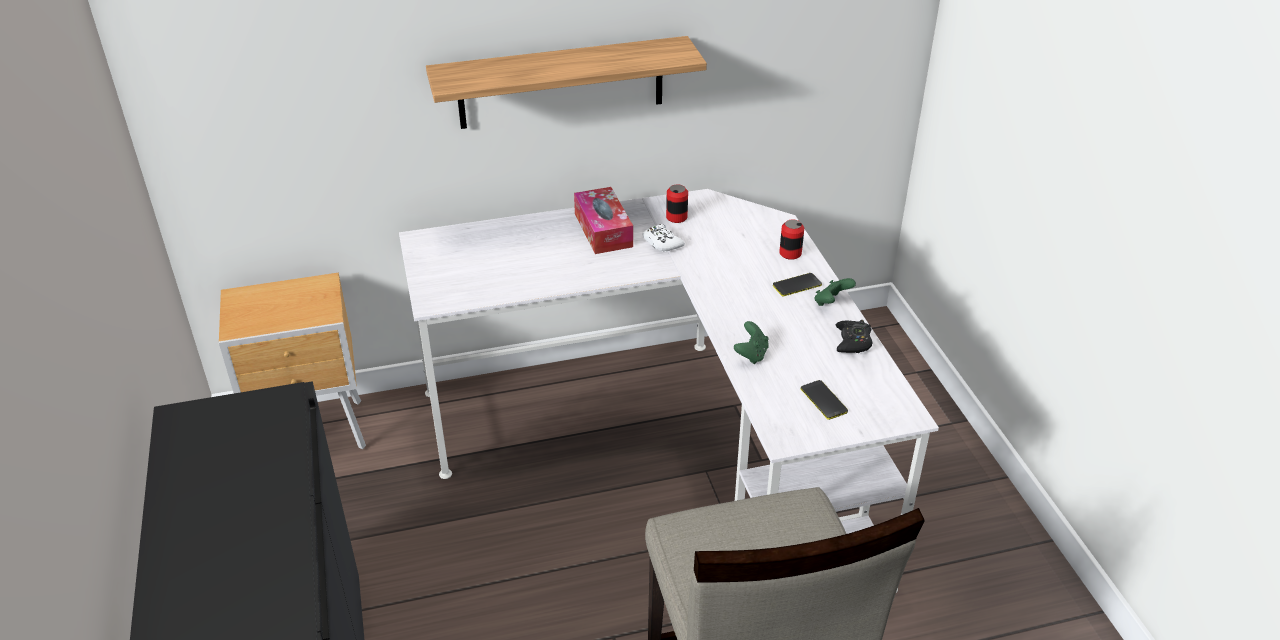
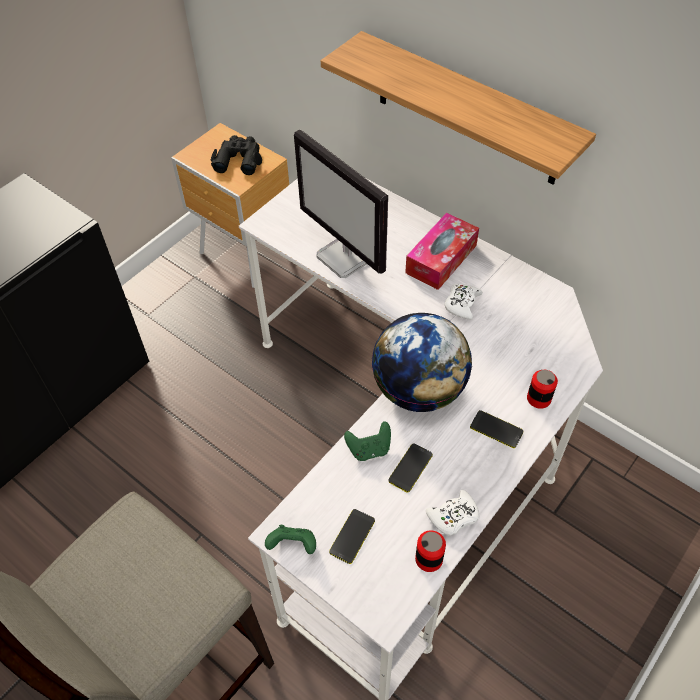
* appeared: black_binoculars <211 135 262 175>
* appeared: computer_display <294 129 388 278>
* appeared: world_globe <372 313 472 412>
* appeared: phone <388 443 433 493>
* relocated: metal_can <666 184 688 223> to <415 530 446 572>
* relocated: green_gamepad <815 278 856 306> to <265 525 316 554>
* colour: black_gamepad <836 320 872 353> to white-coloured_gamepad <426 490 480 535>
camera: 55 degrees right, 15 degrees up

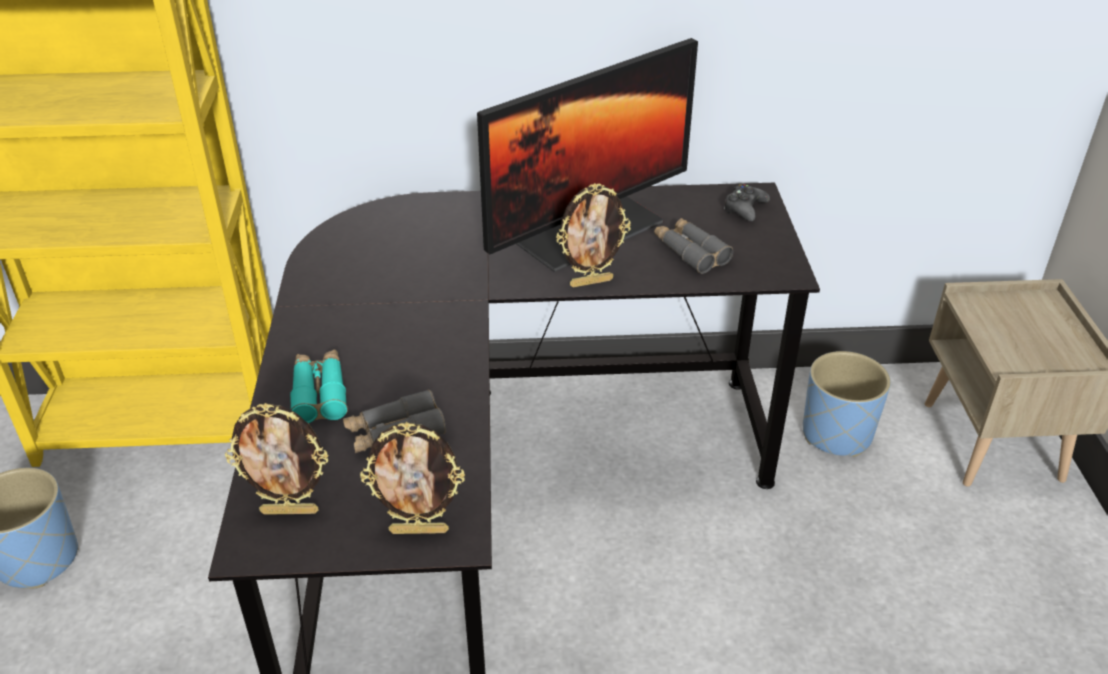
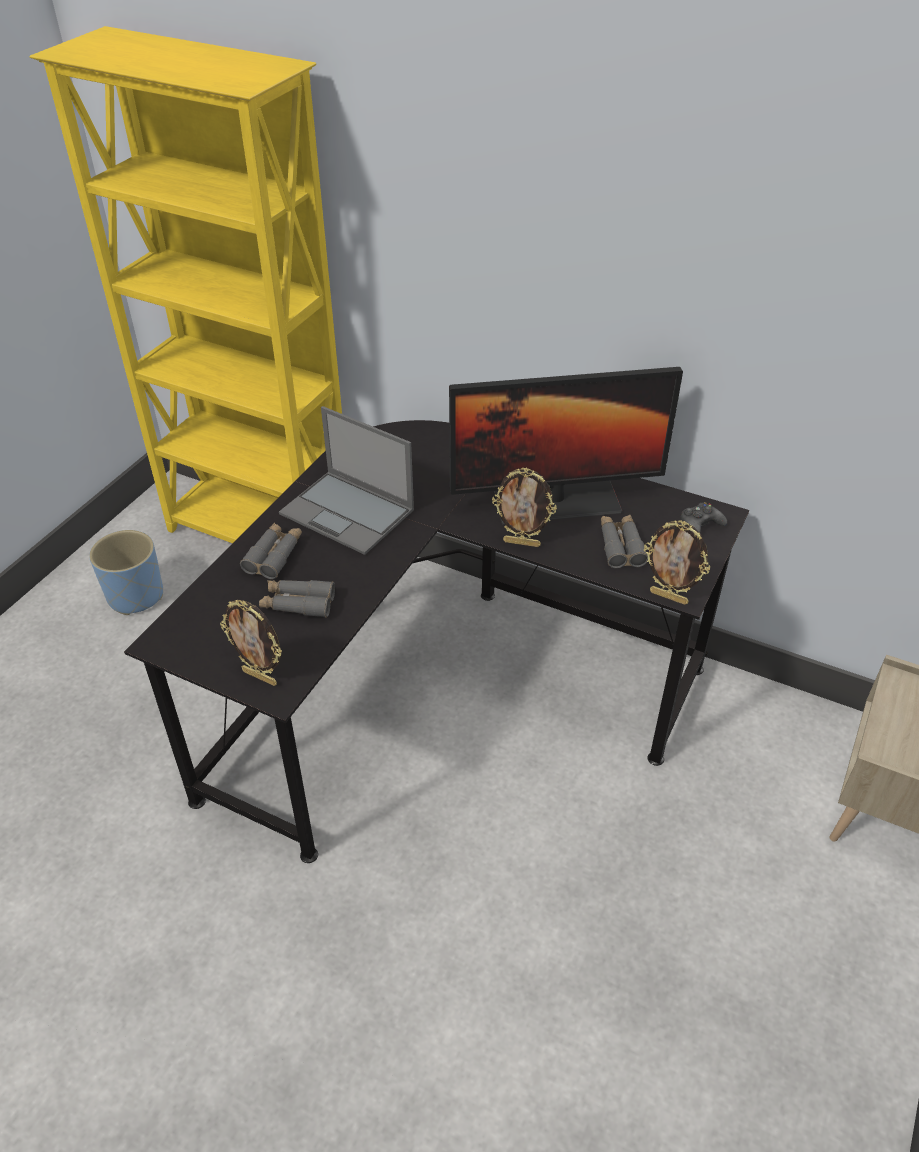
* missing: blue-coloured_planter <803 351 891 457>
* appeared: portable_computer <279 406 414 555>
* relocated: picture_frame <225 403 328 515> to <644 520 710 605>
* colour: turquoise_binoculars <290 350 348 423> to grey_binoculars <240 523 302 579>
camera: 30 degrees right, 5 degrees up

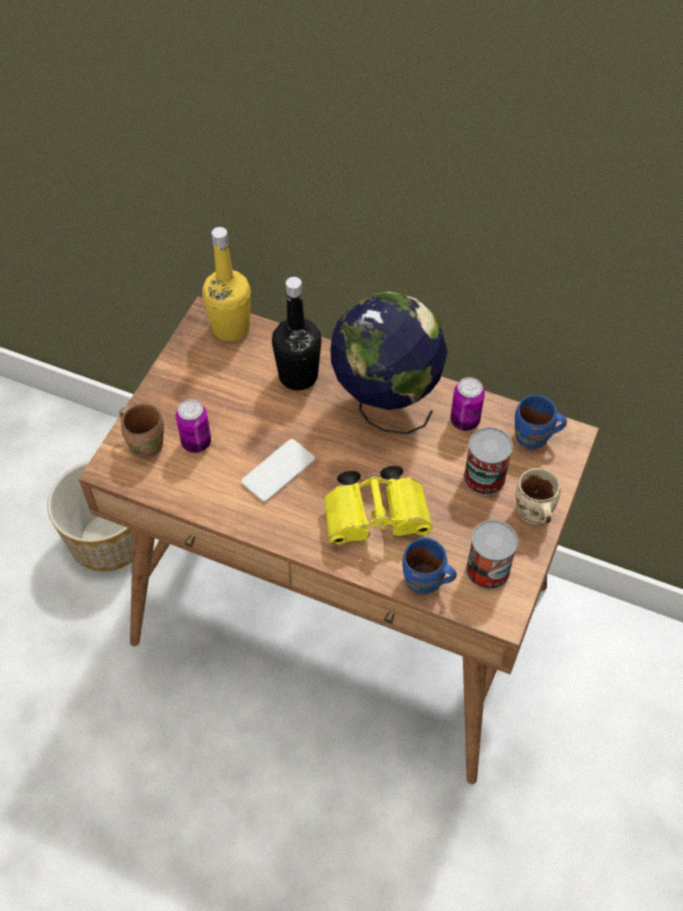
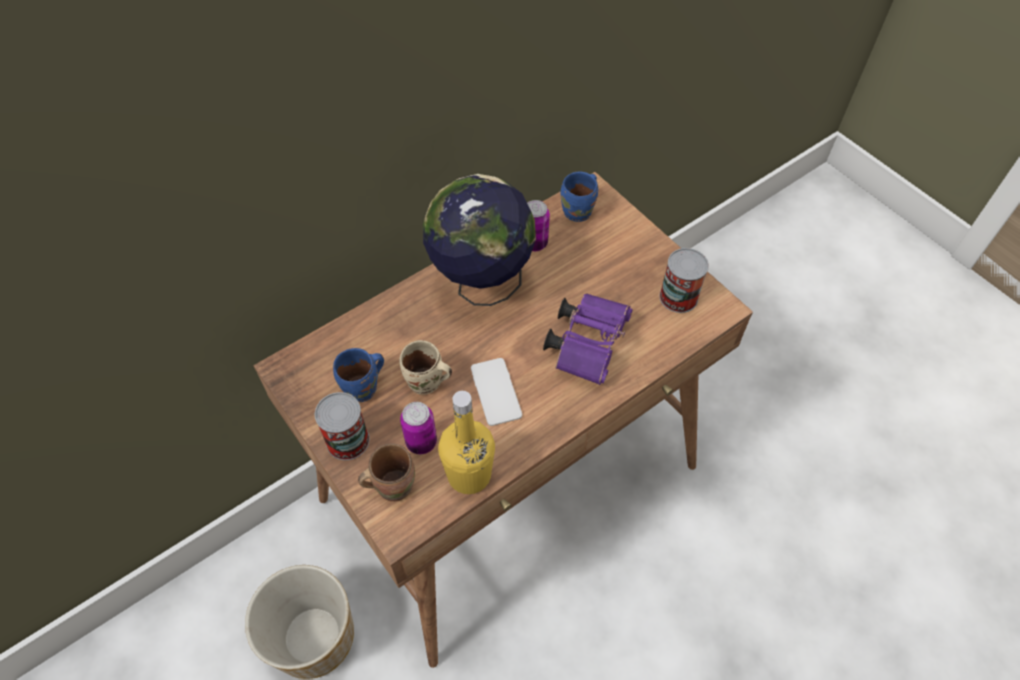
* missing: black_bottle <272 277 321 391>
* relocated: yellow_bottle <202 227 251 342> to <438 391 495 494>
* relocated: blue-coloured_tea_mug <402 538 457 595> to <333 348 384 402>
* relocated: metal_can <464 427 513 495> to <315 392 369 460>
* relocated: beige_tea_mug <515 468 561 524> to <399 340 452 395>
* colour: yellow_binoculars <324 466 433 546> to purple_binoculars <543 293 633 385>
camera: 60 degrees left, 0 degrees up

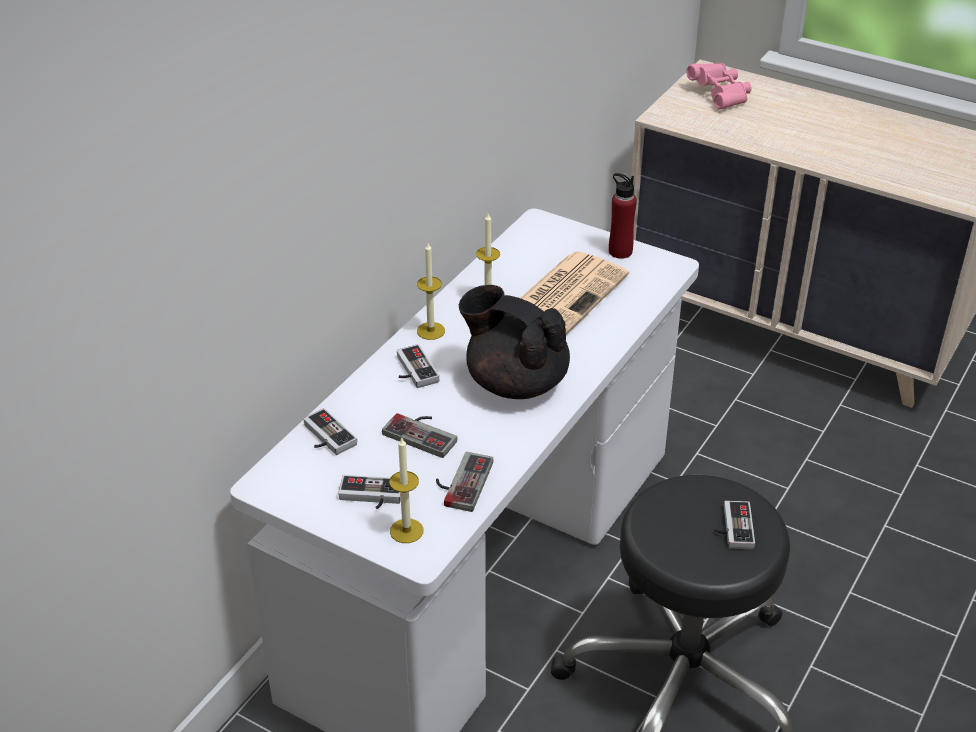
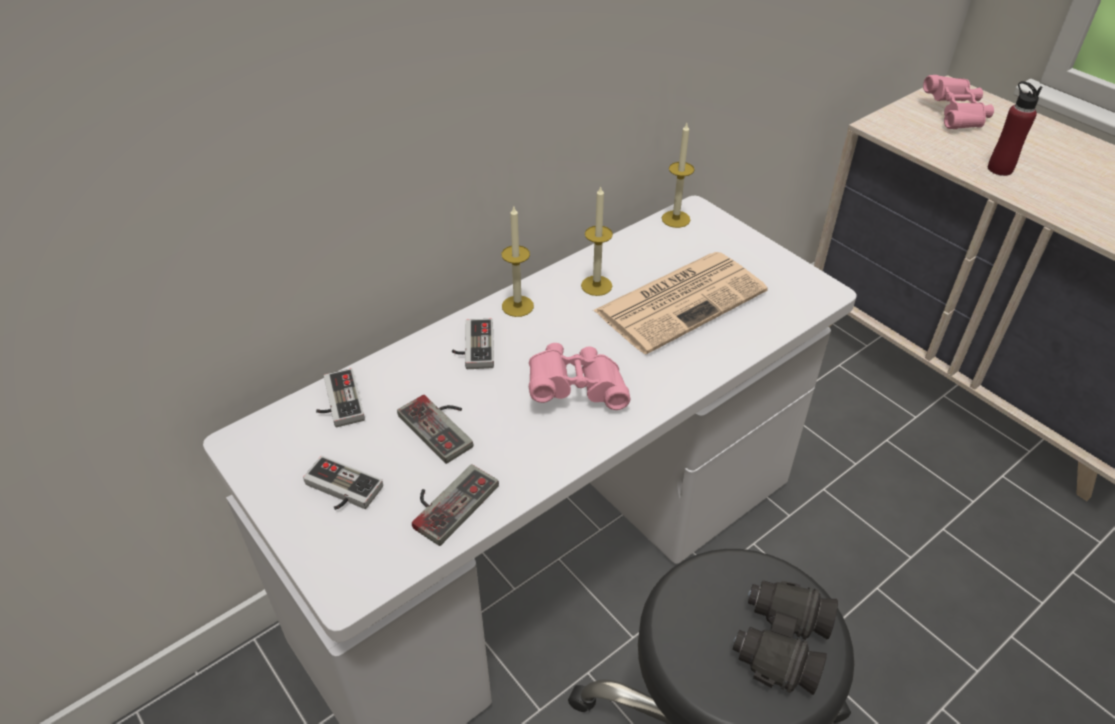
* relocated: candle <389 436 424 543> to <662 123 694 228>
* relocated: red_bottle <609 173 637 259> to <988 81 1042 176>
* exchanged: black_teapot <459 285 570 399> to pinkish_binoculars <529 343 630 410>
* exchanged: gamepad <714 501 755 549> to black_binoculars <733 580 838 695>
camera: 20 degrees right, 5 degrees up

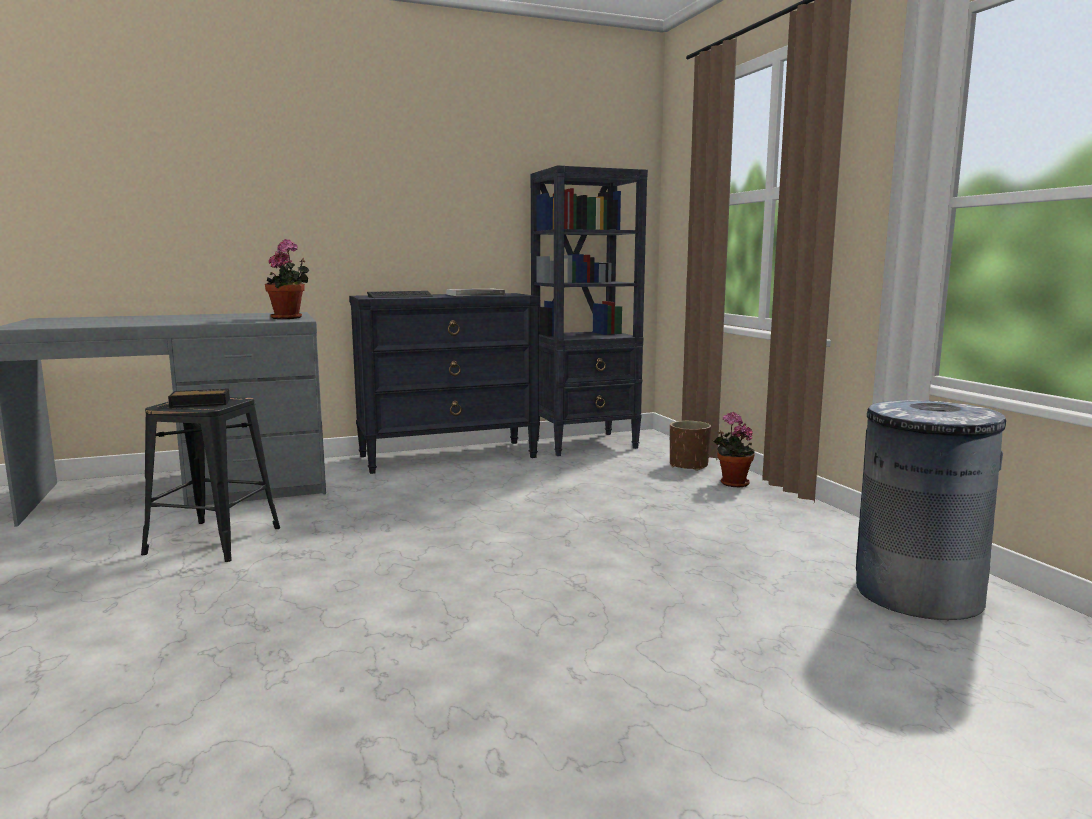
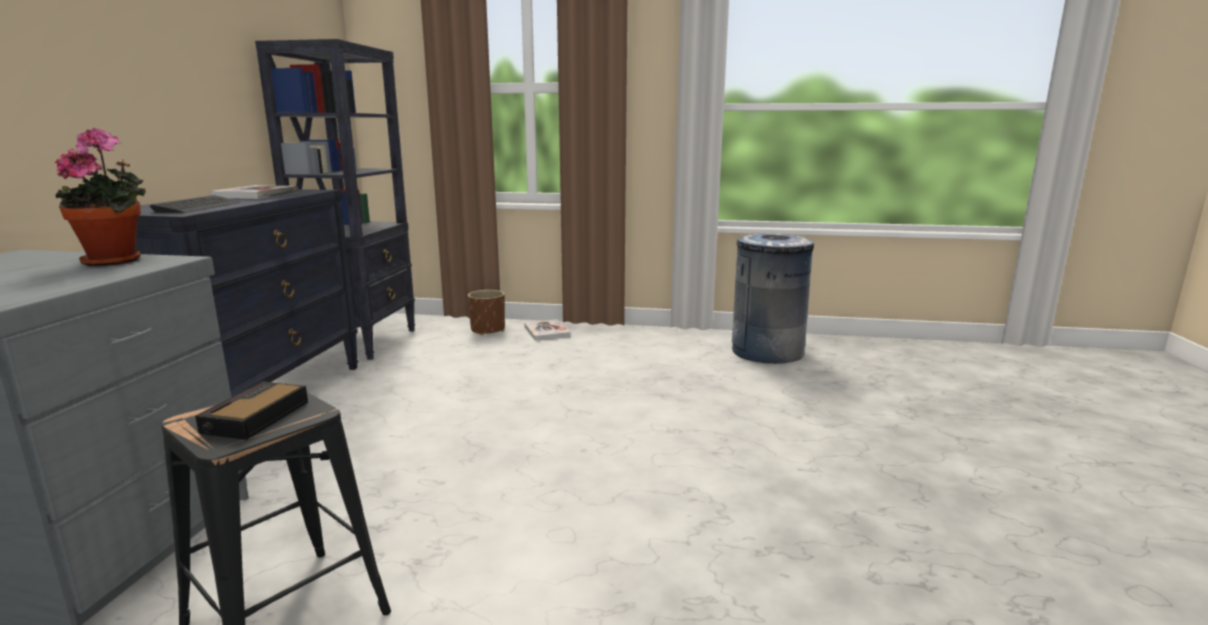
* exchanged: houseplant <713 412 755 487> to book <524 319 570 341>
camera: 60 degrees left, 5 degrees up

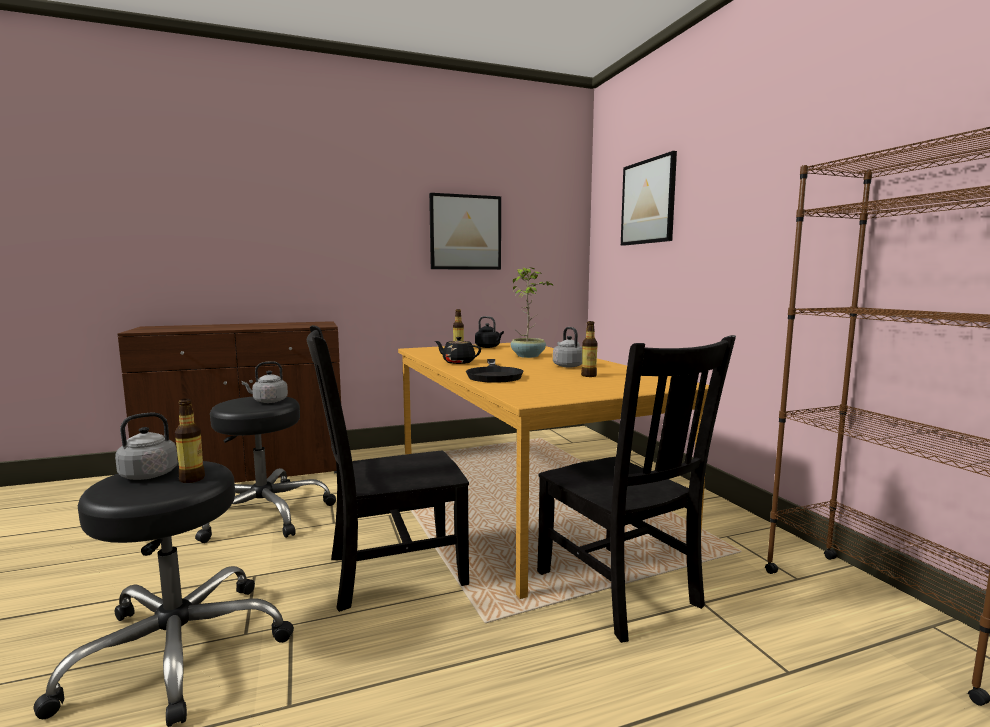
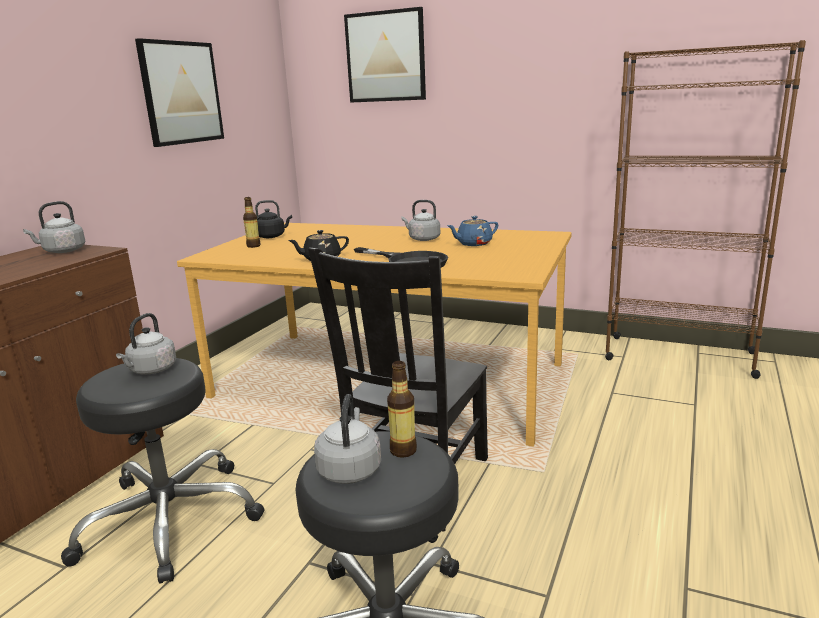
* missing: houseplant <511 267 554 358>
* missing: black_chair <537 335 736 643>
* appeared: grey_water_kettle <23 201 85 253>
* exchanged: bottle <581 321 598 377> to blue-coloured_teapot <447 216 498 246>
camera: 45 degrees left, 10 degrees up

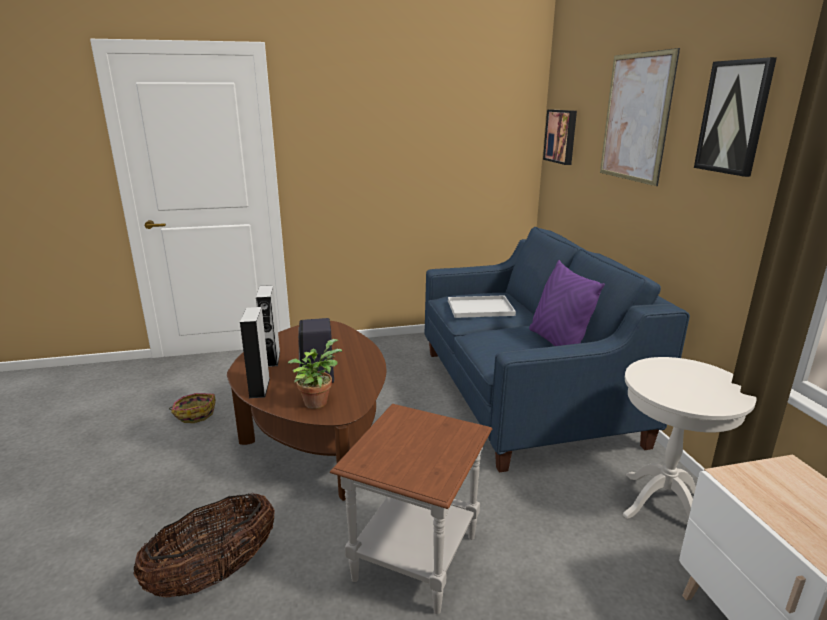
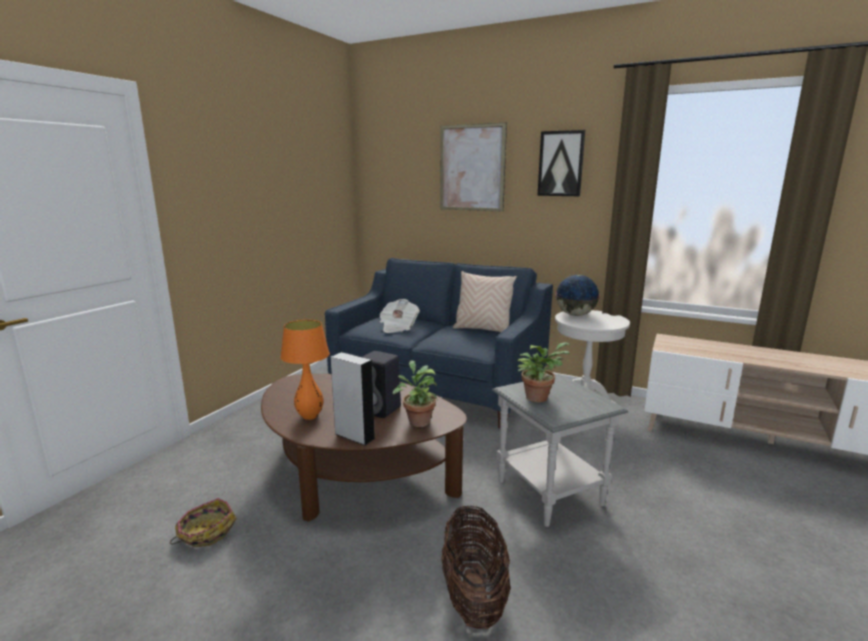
* missing: picture <543 109 577 165>
* appeared: houseplant <518 342 570 402>
* appeared: world_globe <555 275 600 316>
* exchanged: grey_speaker <256 285 280 367> to orangey_lamp_for_a_table <280 320 330 420>
* exchanged: white-coloured_serving_tray <448 295 516 318> to printed_paper <379 299 419 333>
* colour: brownish_end_table <330 404 492 614> to grey_end_table <492 374 628 527>
* colour: purple_throw_pillow <529 260 605 346> to beige_throw_pillow <453 271 517 332>
camera: 50 degrees left, 5 degrees down

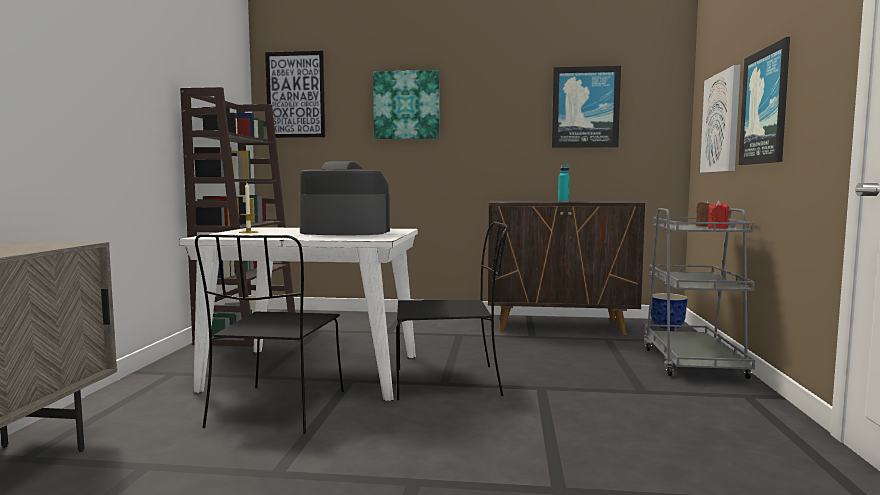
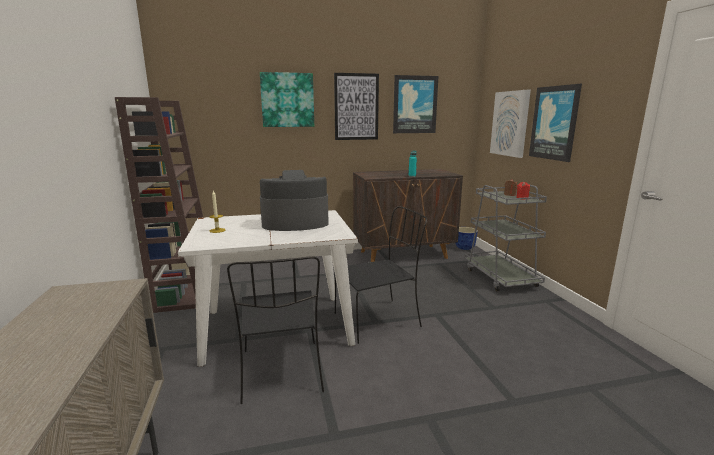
* relocated: picture <265 51 325 138> to <334 73 379 140>
camera: 20 degrees left, 10 degrees up

